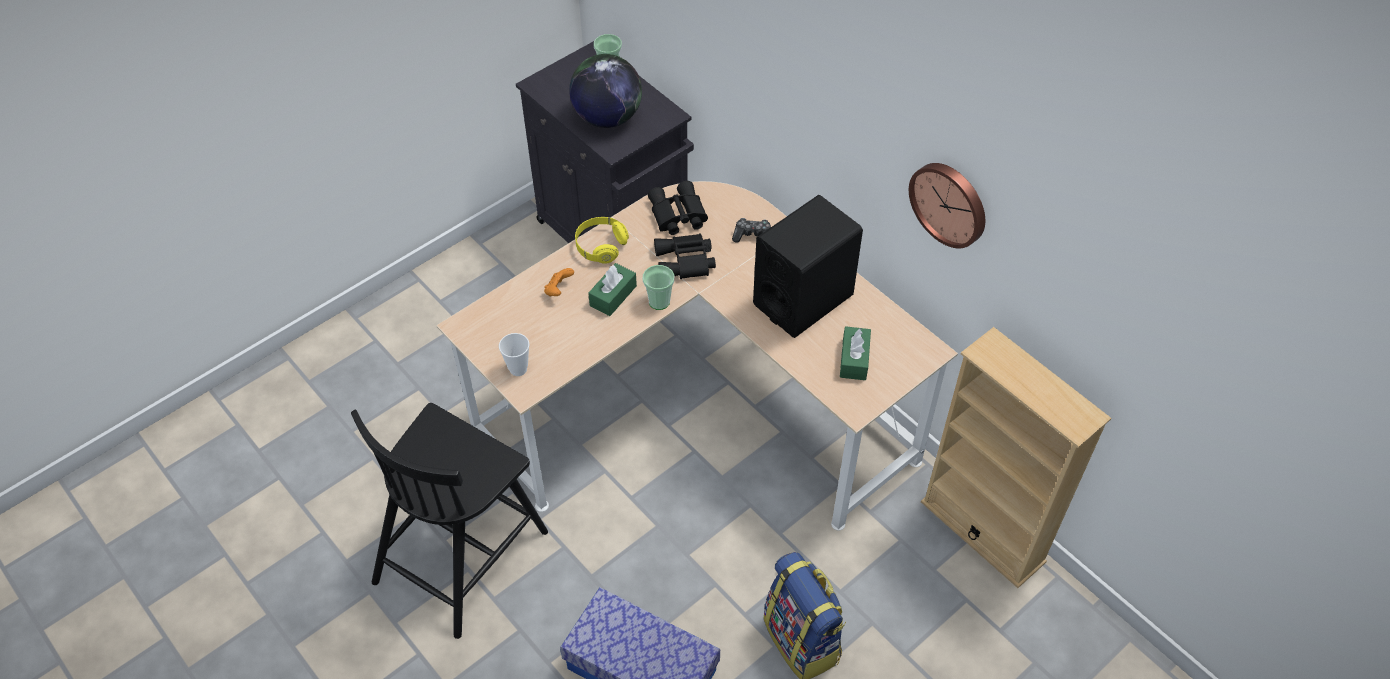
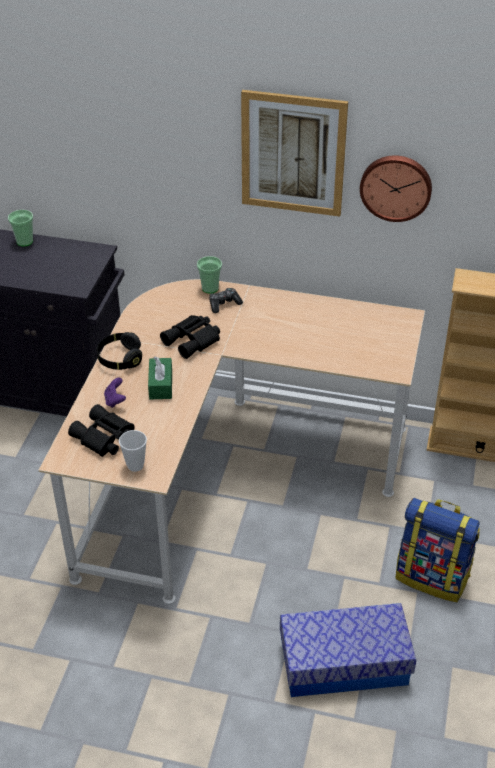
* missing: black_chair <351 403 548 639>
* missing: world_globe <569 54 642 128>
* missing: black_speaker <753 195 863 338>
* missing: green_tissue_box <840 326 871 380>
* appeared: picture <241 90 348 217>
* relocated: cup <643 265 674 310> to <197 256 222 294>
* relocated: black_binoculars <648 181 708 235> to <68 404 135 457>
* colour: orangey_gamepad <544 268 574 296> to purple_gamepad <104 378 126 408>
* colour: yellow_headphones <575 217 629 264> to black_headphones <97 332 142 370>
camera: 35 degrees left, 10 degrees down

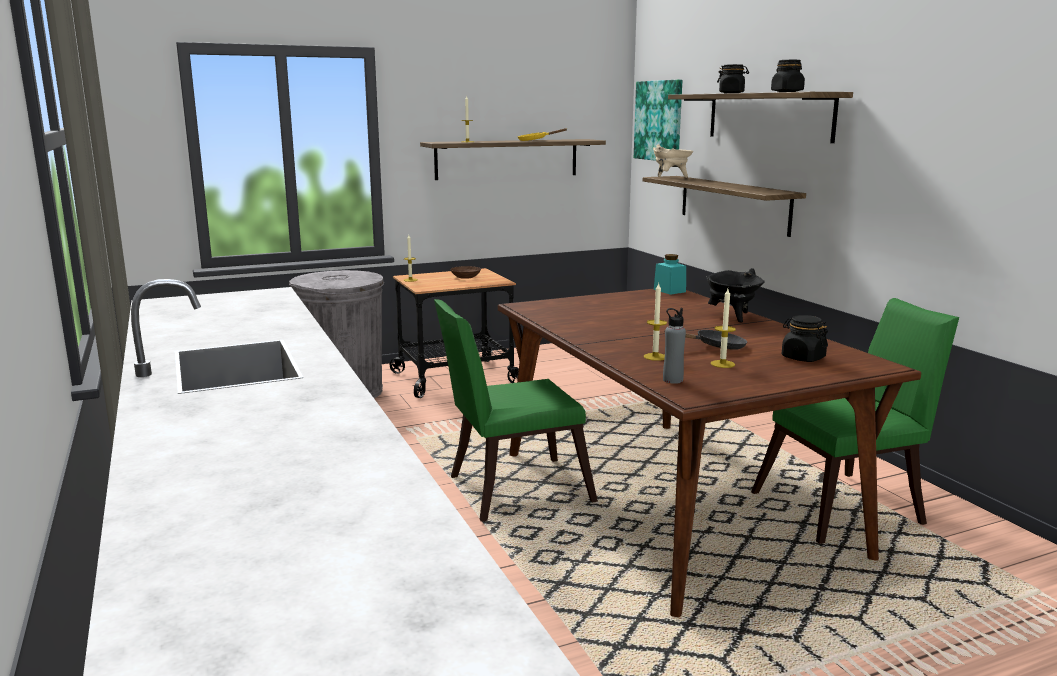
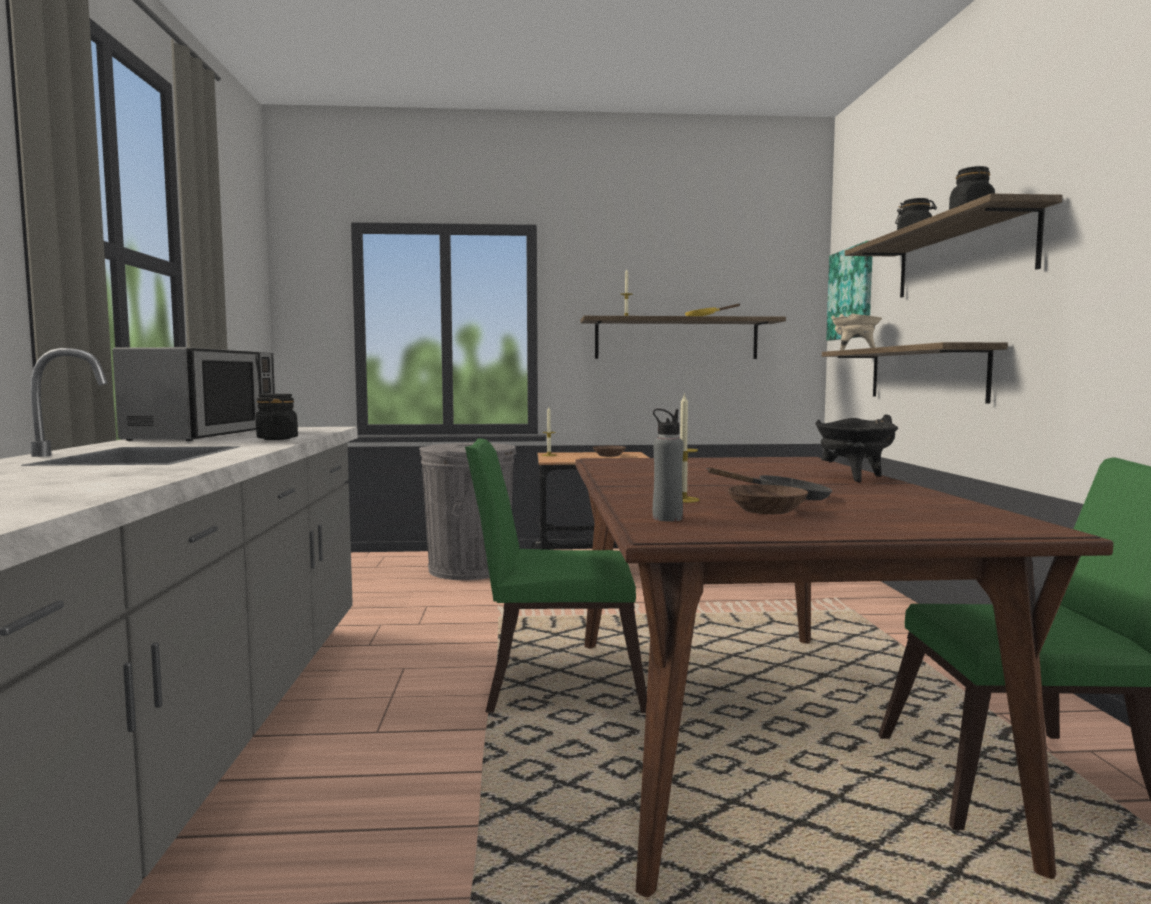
* missing: turquoise_jar <654 254 686 295>
* appeared: microwave_oven <112 347 275 441>
* relocated: black_jar <782 315 828 362> to <256 394 298 440>
* exchanged: candle <710 289 736 368> to brownish_bowl <728 485 808 514>
camera: 20 degrees right, 10 degrees down

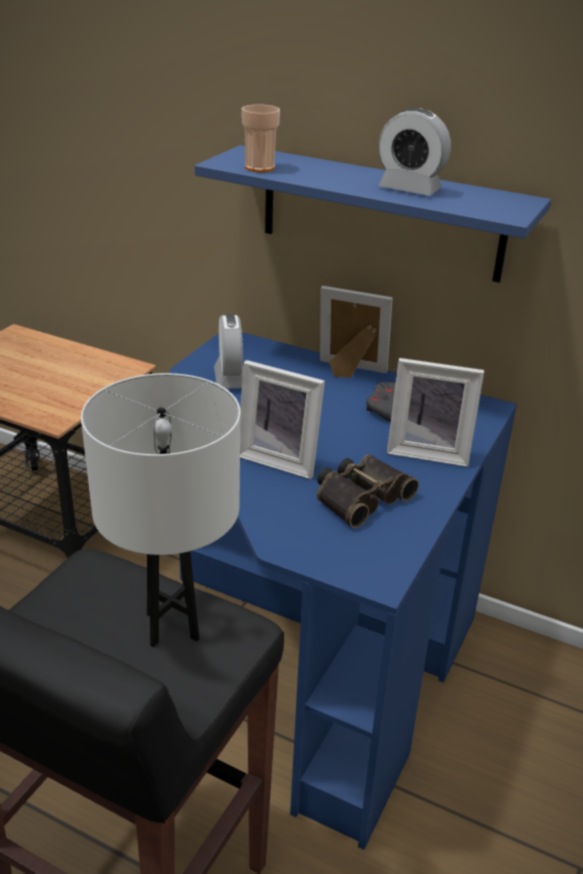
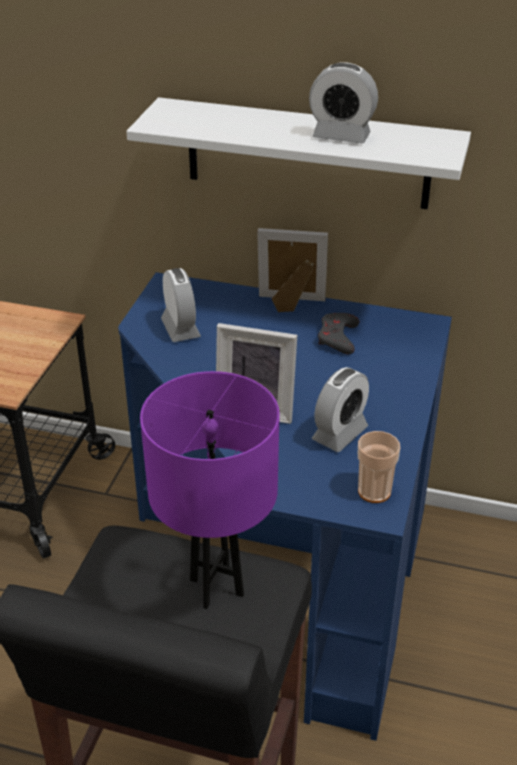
* missing: picture_frame <387 358 484 467>
* relocated: cup <242 104 280 173> to <358 431 400 503>
* exchanged: binoculars <317 455 419 528> to bedside_clock <312 367 369 452>
* colour: white-coloured_lamp_for_a_table <81 373 241 647> to purple_lamp_for_a_table <140 371 280 609>
* colour: blue-coloured_bracket_shelf <195 145 551 283> to white-coloured_bracket_shelf <127 97 471 209>
camera: 10 degrees left, 5 degrees up

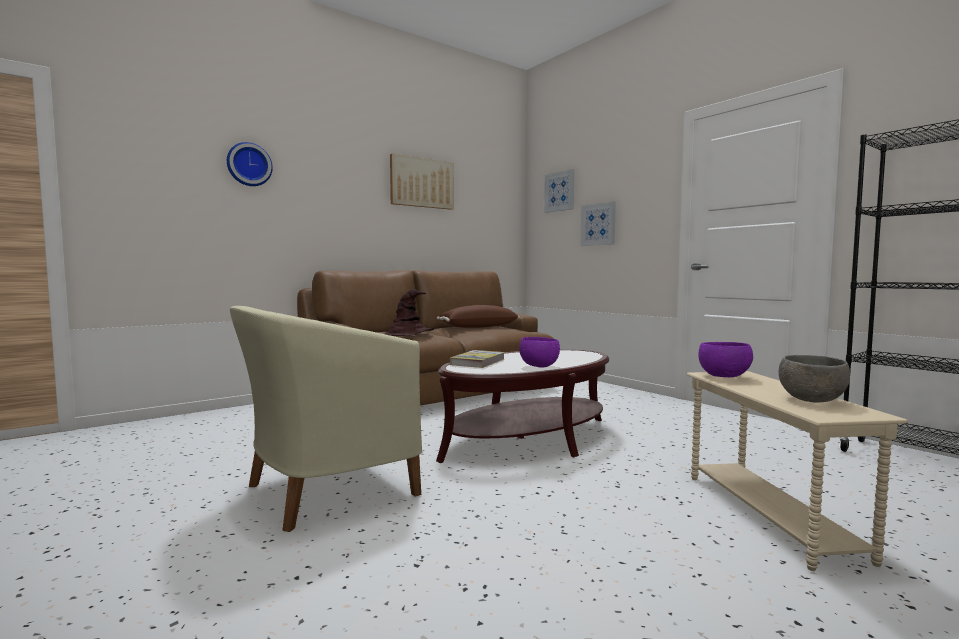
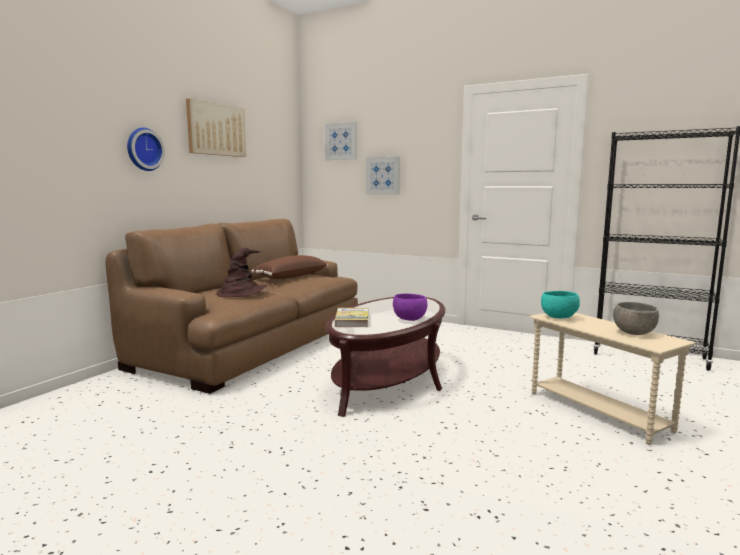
* missing: beige_lounge_chair <230 306 422 532>
* relocated: wall_clock <227 142 273 186> to <127 128 165 171>
* colour: purple_bowl <698 342 753 377> to turquoise_bowl <541 291 580 318>
camera: 25 degrees left, 5 degrees up

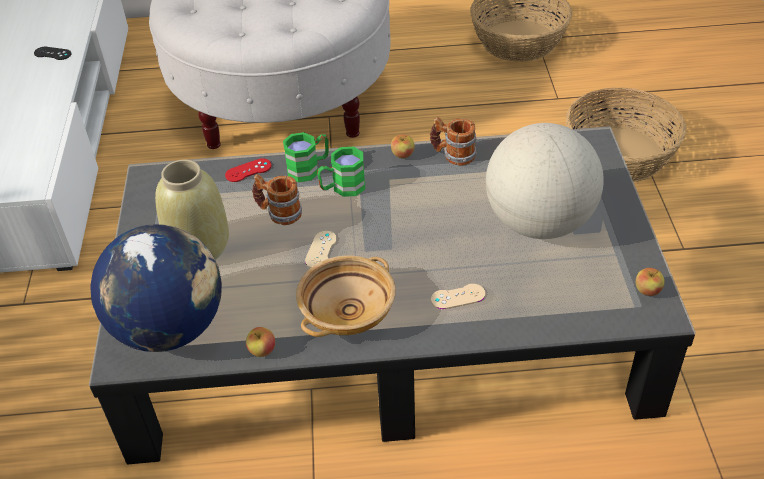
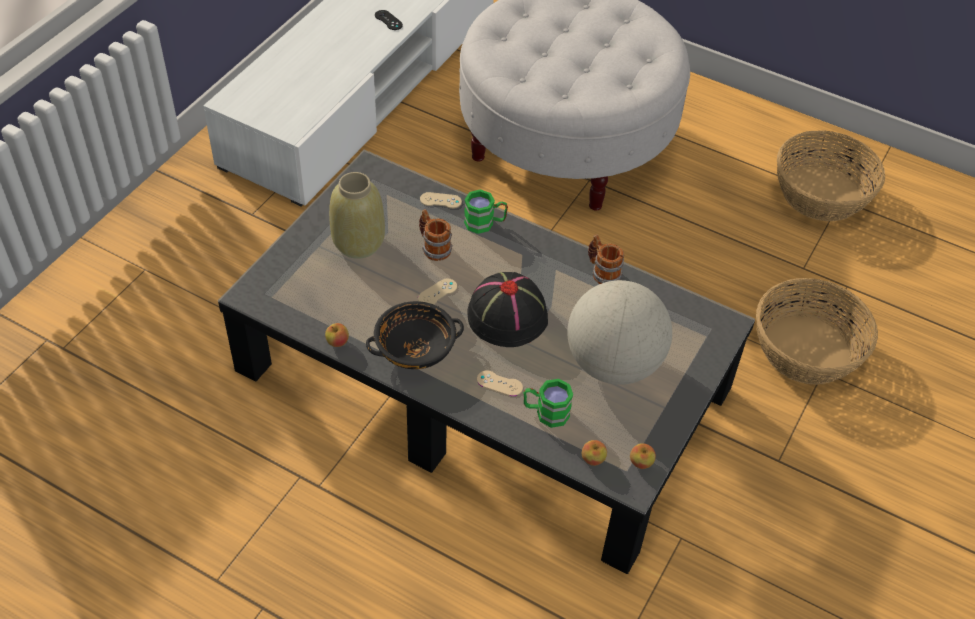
* missing: world_globe <91 224 222 352>
* appeared: black_wearable_hat <467 272 548 347>
* relocated: green_tea_mug <317 147 365 197> to <524 379 573 428>
* relocated: apple_fruit <391 134 415 158> to <582 440 607 466>
* colour: red_gamepad <225 158 271 182> to beige_gamepad <420 192 462 209>
* colour: beige_bowl <296 256 396 337> to black_bowl <366 301 464 369>
camera: 30 degrees right, 5 degrees up

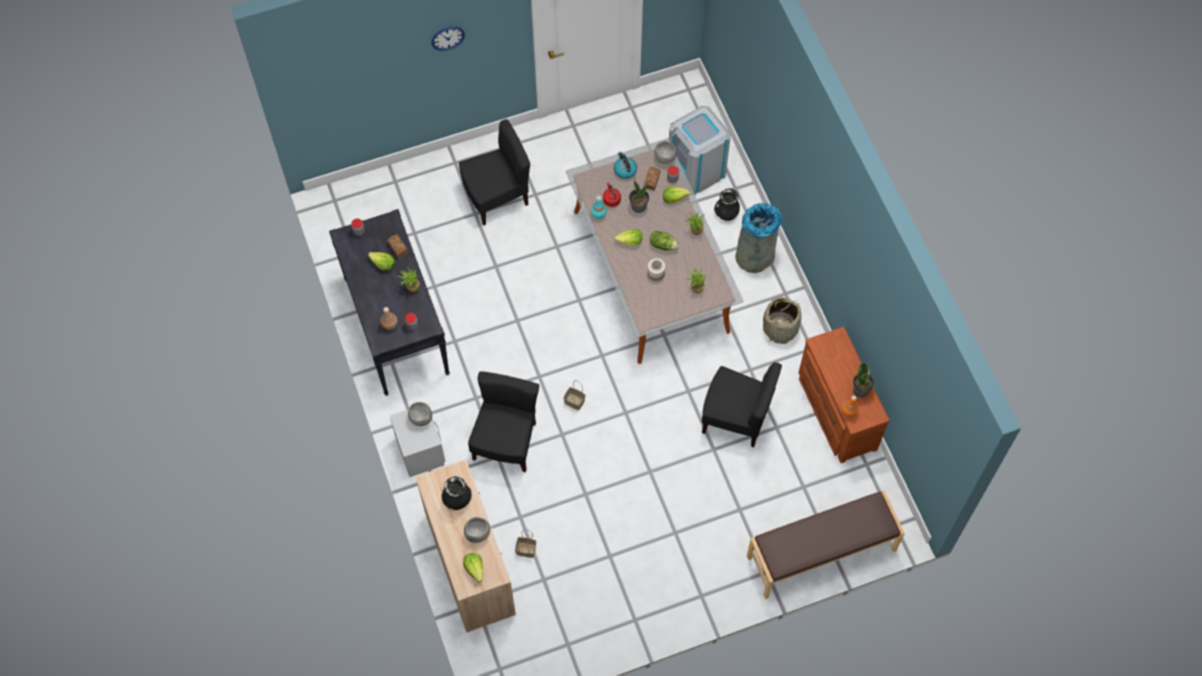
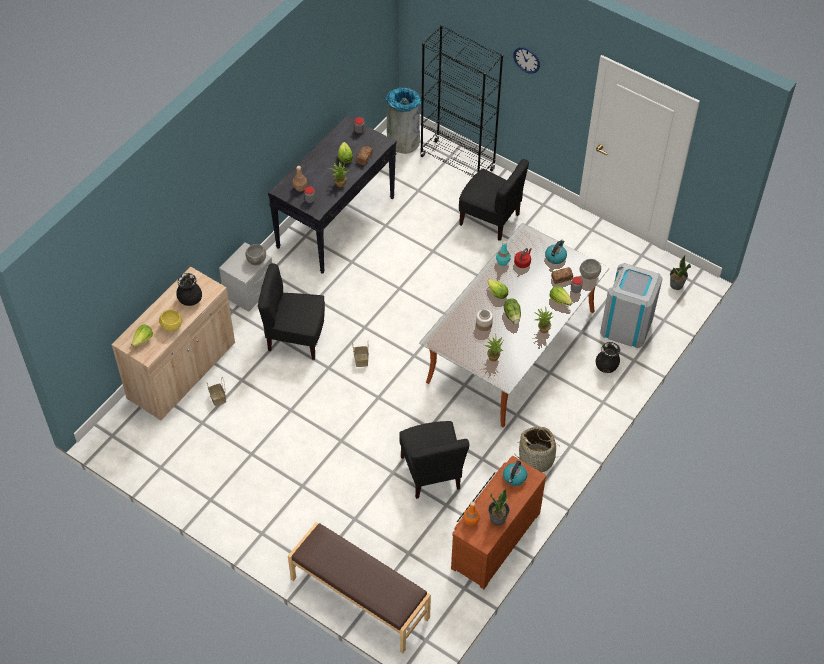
* appeared: black_shelving_unit <420 25 503 177>
* appeared: water_kettle <503 461 527 486>
* relocated: houseplant <629 177 649 213> to <670 255 691 290>
* relocated: grey_waste_bin <735 203 782 273> to <386 88 421 154>
* colour: grey_bowl <464 517 490 543> to yellow_bowl <159 309 182 332>
* spun: black_chair <468 371 539 472> = <258 263 325 360> 150 degrees counterclockwise
camera: 55 degrees right, 10 degrees down

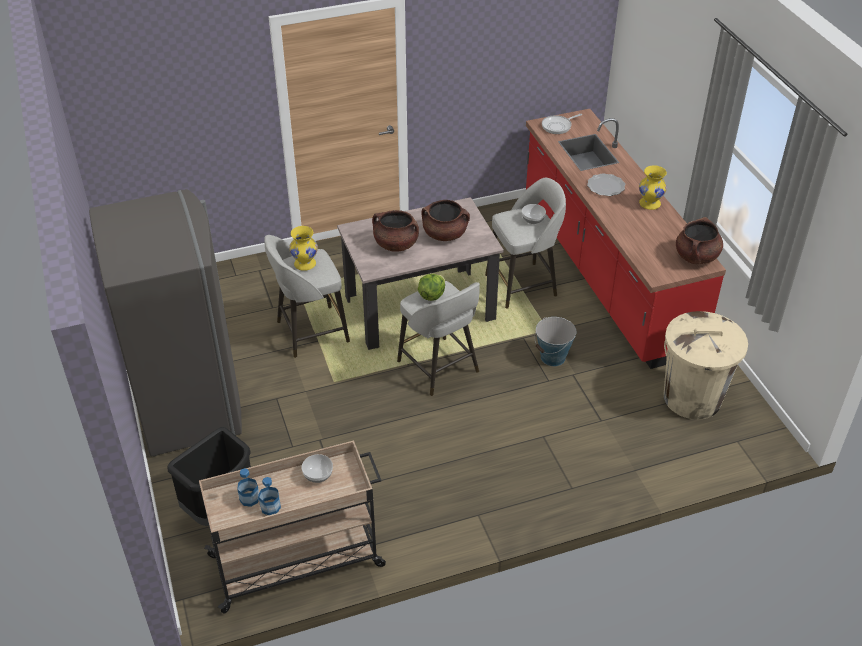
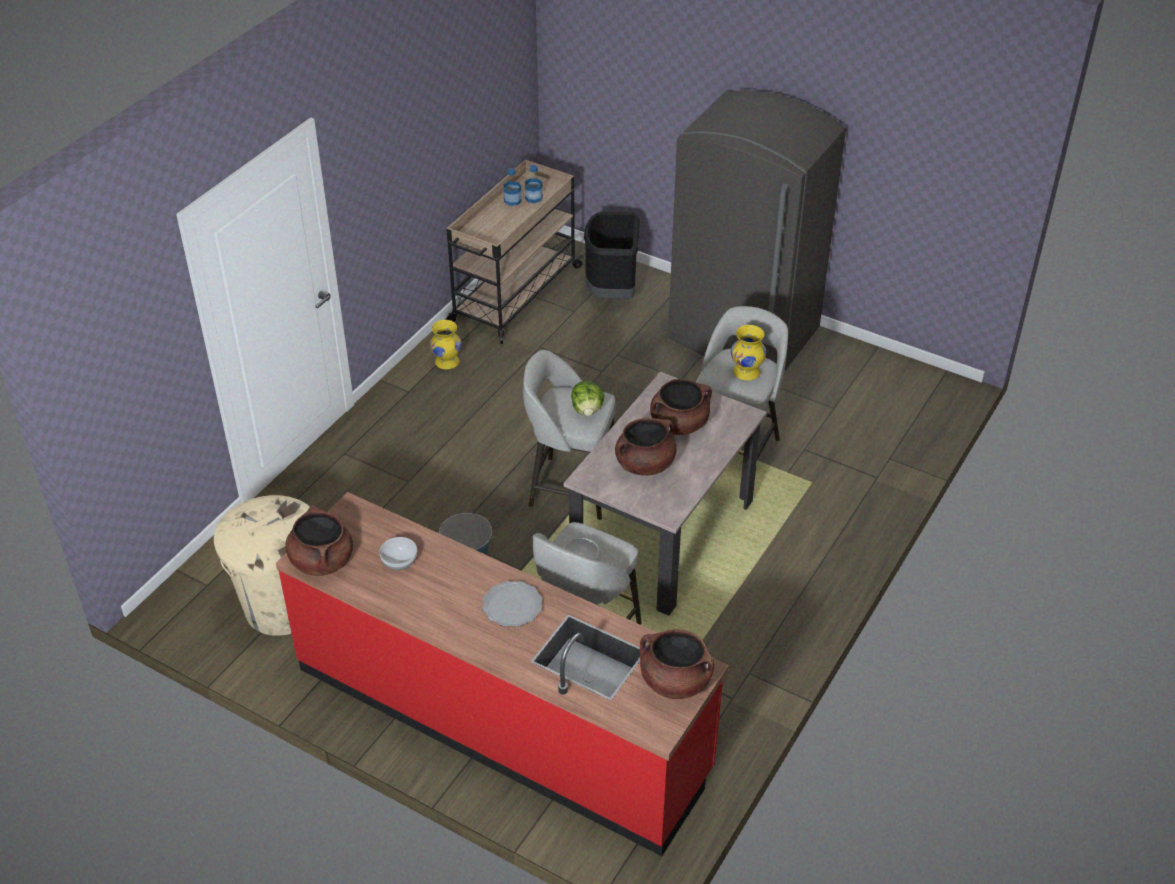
* relocated: bowl <302 454 333 483> to <380 537 417 570>
* relocated: yellow_flower_vase <639 165 667 210> to <430 320 462 369>
* exchanged: skillet <542 114 582 134> to brownish_cooking_pot <640 629 714 699>
camera: 140 degrees right, 0 degrees up

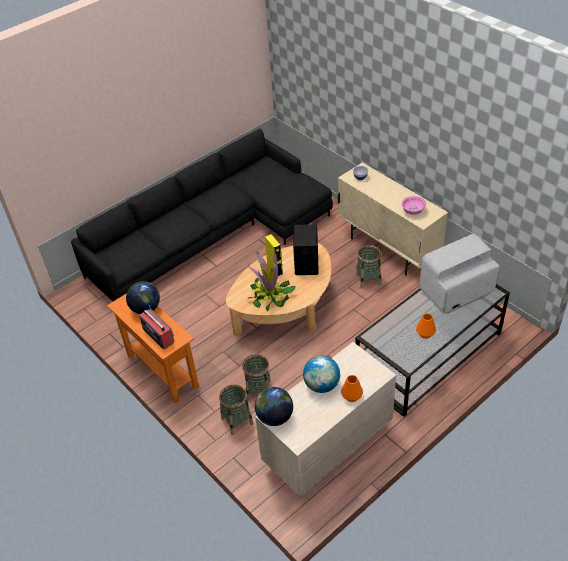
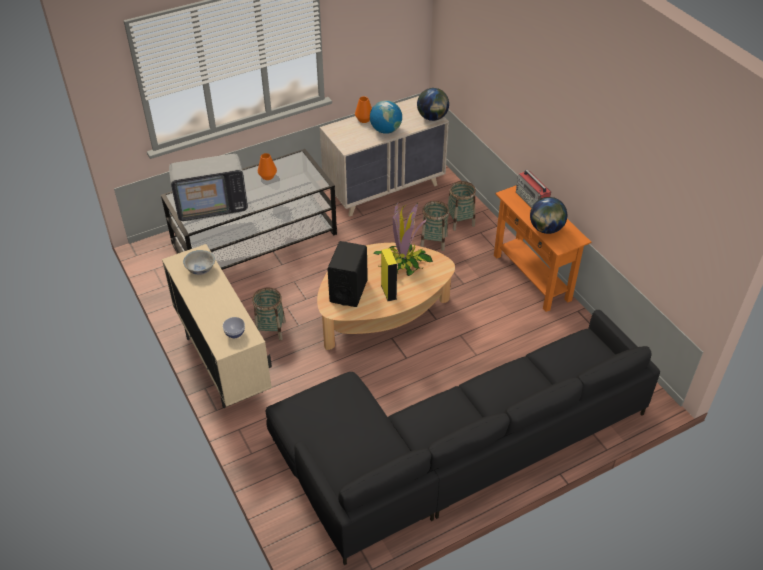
* colour: pinkish_bowl <401 196 426 215> to white-coloured_bowl <183 250 215 275>
camera: 170 degrees left, 0 degrees up

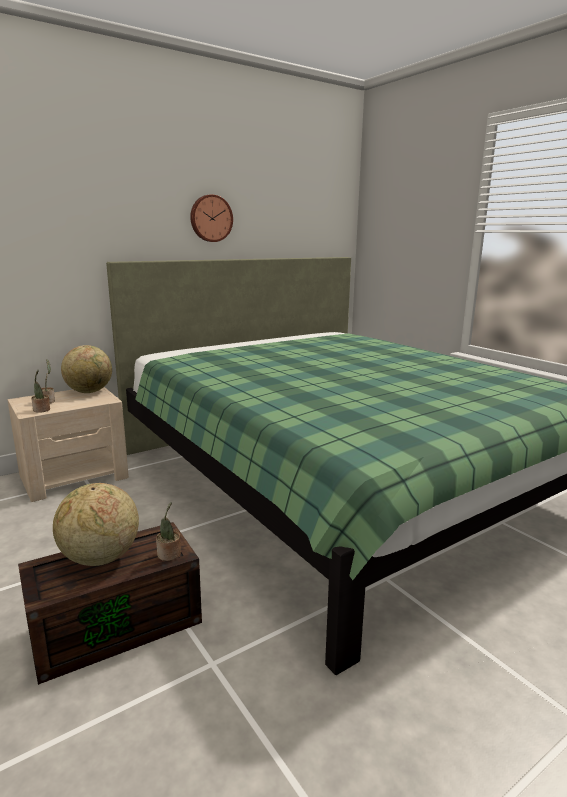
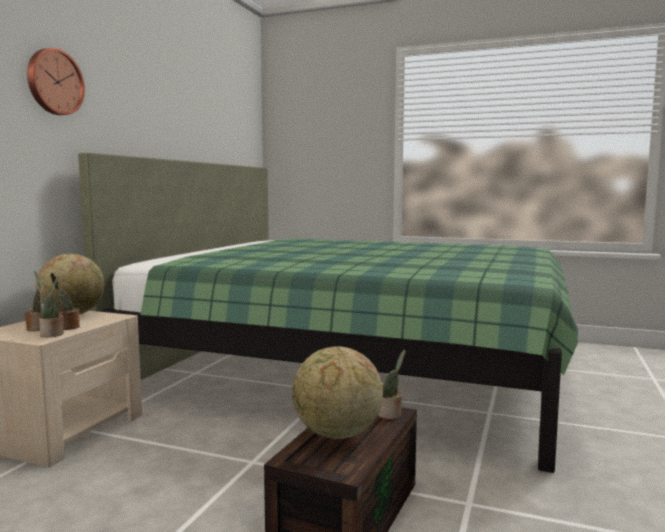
* appeared: houseplant <50 273 80 330>
* relocated: wall_clock <190 194 233 242> to <27 48 85 115>
camera: 35 degrees left, 10 degrees down

